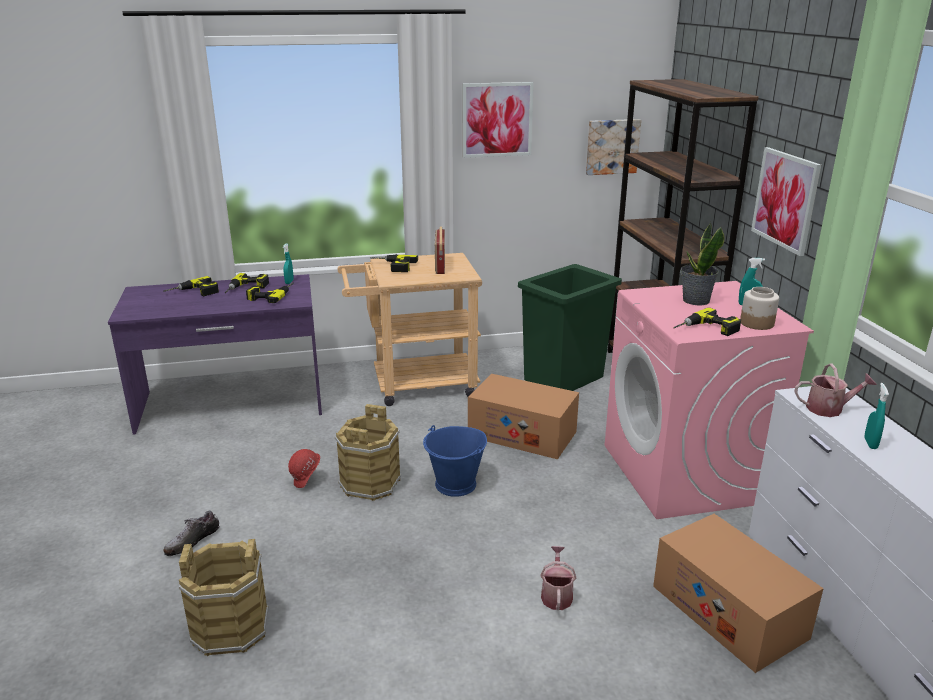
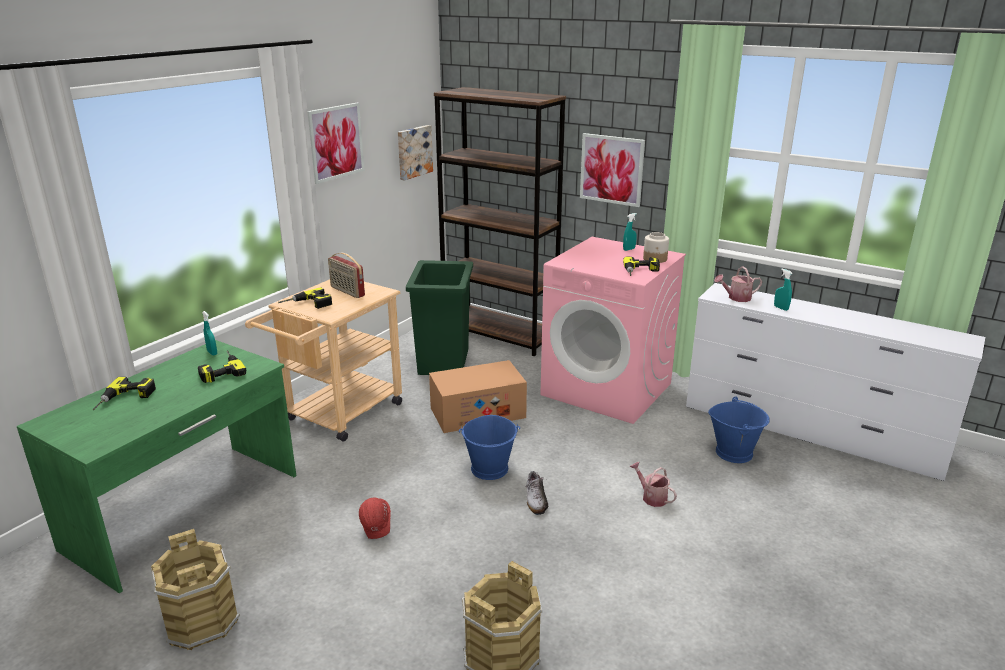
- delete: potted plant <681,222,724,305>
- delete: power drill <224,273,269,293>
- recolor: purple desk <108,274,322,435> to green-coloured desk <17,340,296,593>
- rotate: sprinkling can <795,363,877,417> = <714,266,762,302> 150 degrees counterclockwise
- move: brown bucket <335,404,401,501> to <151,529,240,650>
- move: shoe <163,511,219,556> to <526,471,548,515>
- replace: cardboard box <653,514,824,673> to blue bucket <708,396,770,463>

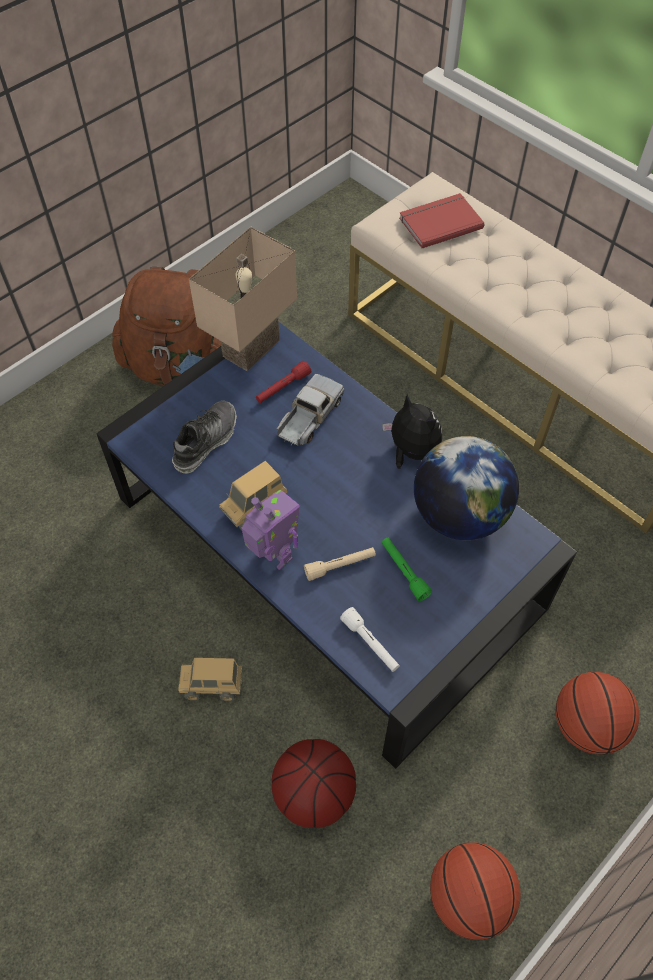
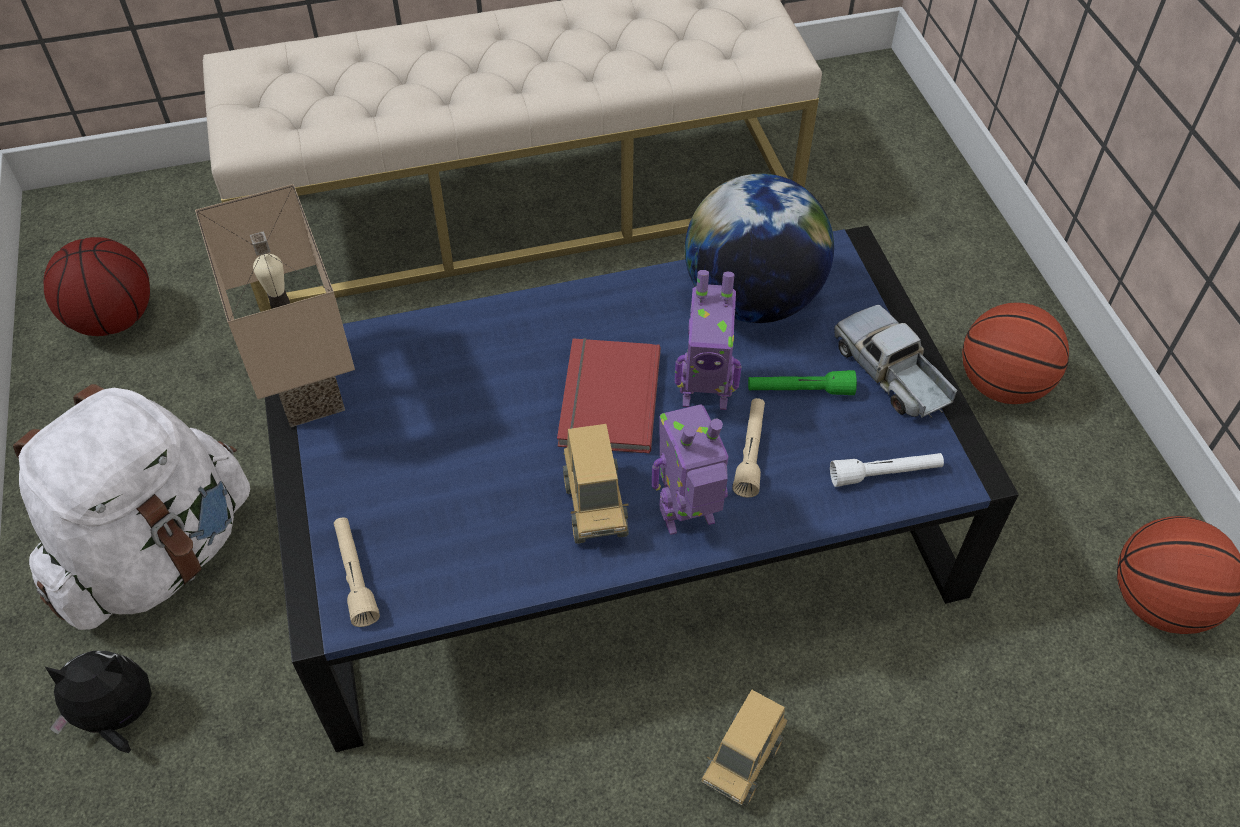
- move: reddish bound book <399,193,484,248> to <557,338,661,454>
- recolor: brown backpack <112,267,221,385> to white-coloured backpack <13,384,250,630>
- delete: reddish flashlight <256,361,311,403>
- move: toy truck <277,374,345,446> to <834,305,957,418>
- move: plush toy <382,394,442,469> to <45,651,152,753>
- delete: shoe <172,400,237,474>
- move: basketball ball <272,739,356,828> to <44,237,150,336>
- insert: robot figure <675,270,742,410>
- insert: beige-coloured flashlight <334,517,380,627>

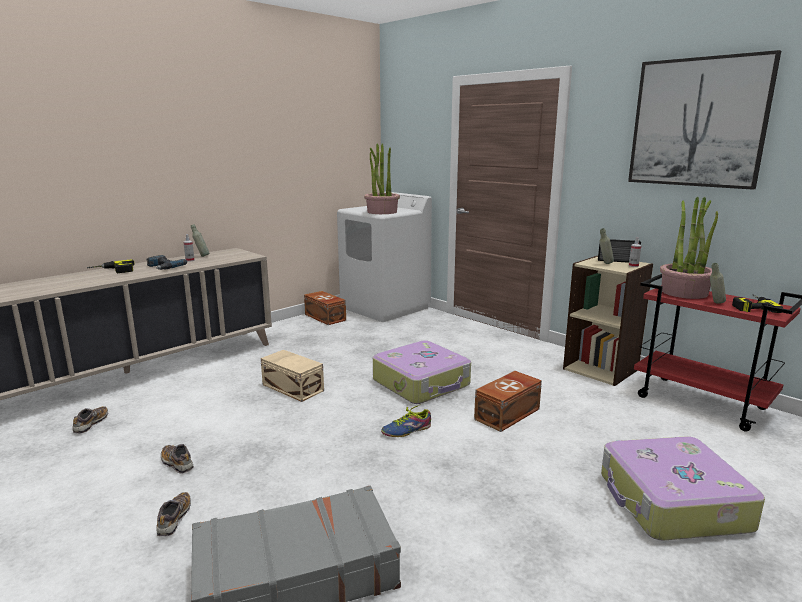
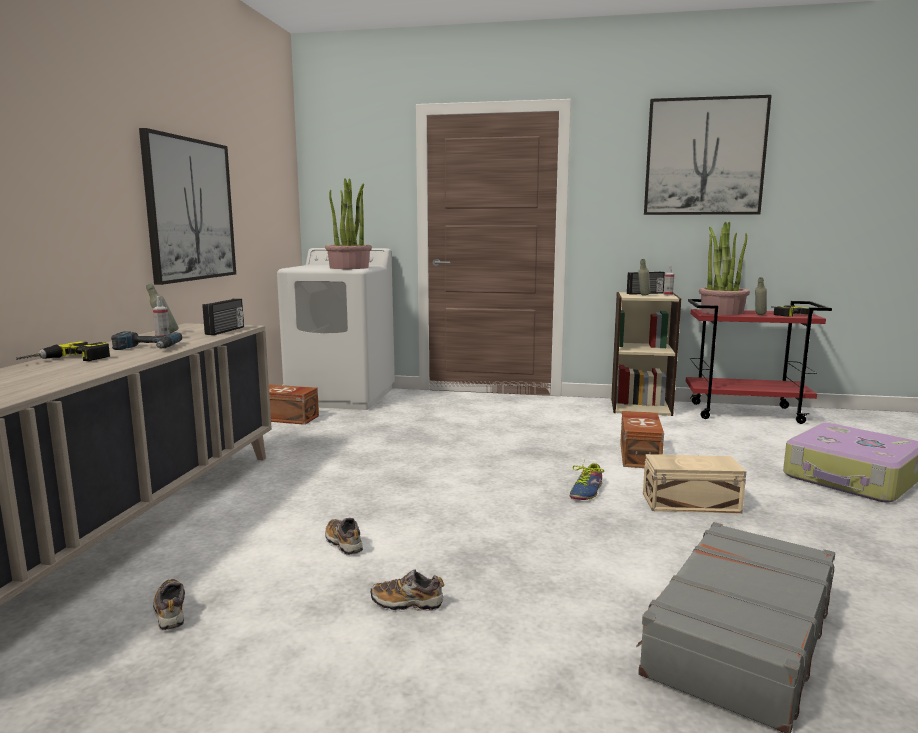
- delete: piece of luggage <373,340,471,404>
- move: beige-coloured storage container <261,350,324,402> to <643,454,746,513>
- move: shoe <156,492,191,537> to <325,518,363,556>
- insert: wall art <139,128,236,285>
- insert: radio receiver <202,299,244,335>

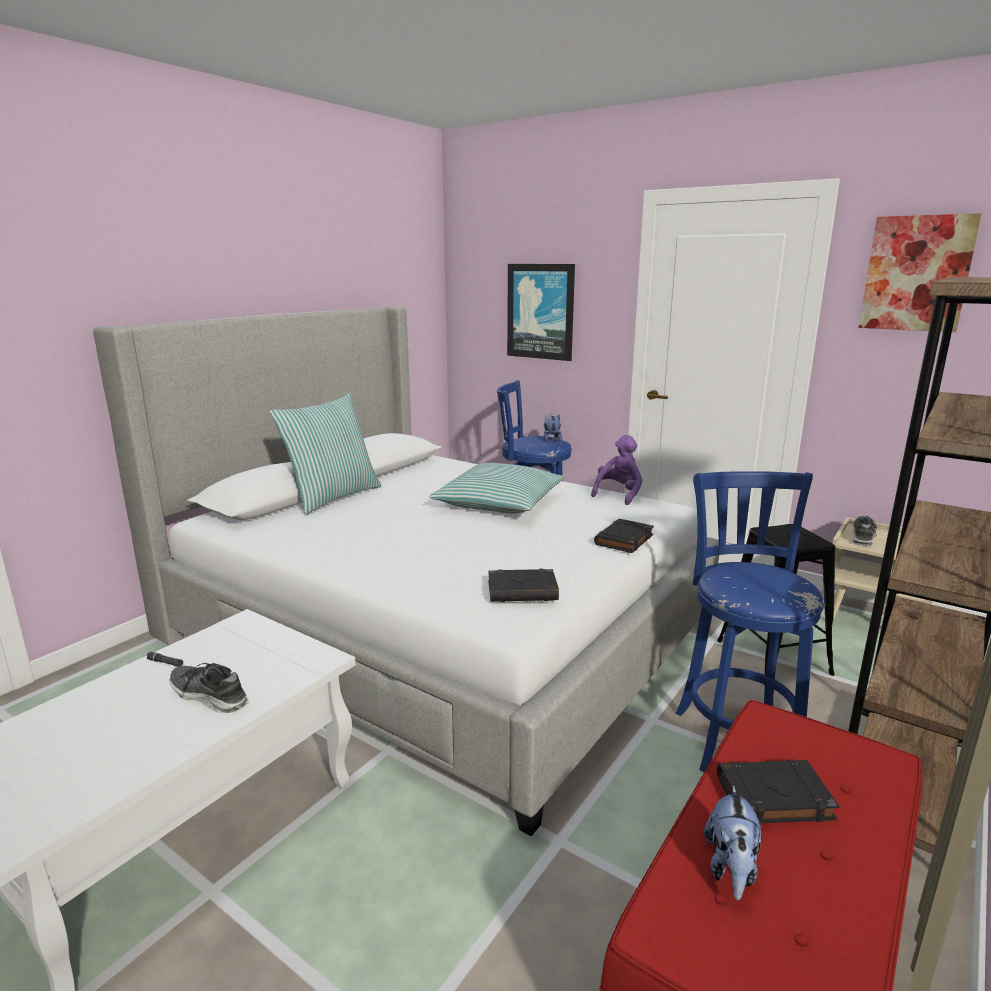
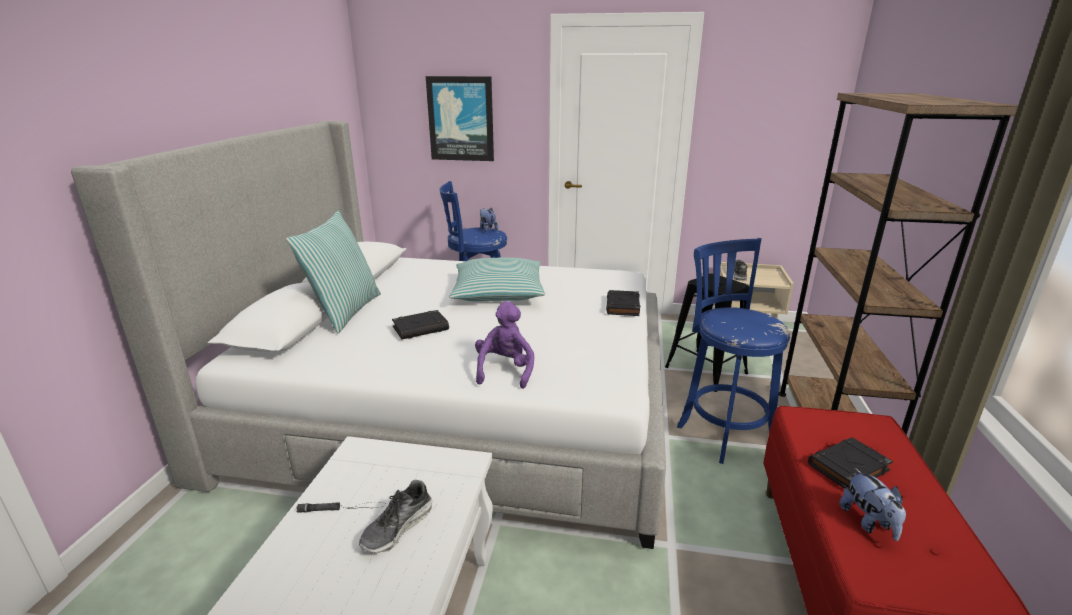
- delete: wall art <858,213,982,332>
- move: purple plush toy <591,435,642,505> to <475,301,534,389>
- move: blackish bound book <488,569,559,602> to <392,310,449,339>
- rotate: shoe <169,663,249,713> = <359,480,432,553> 60 degrees counterclockwise

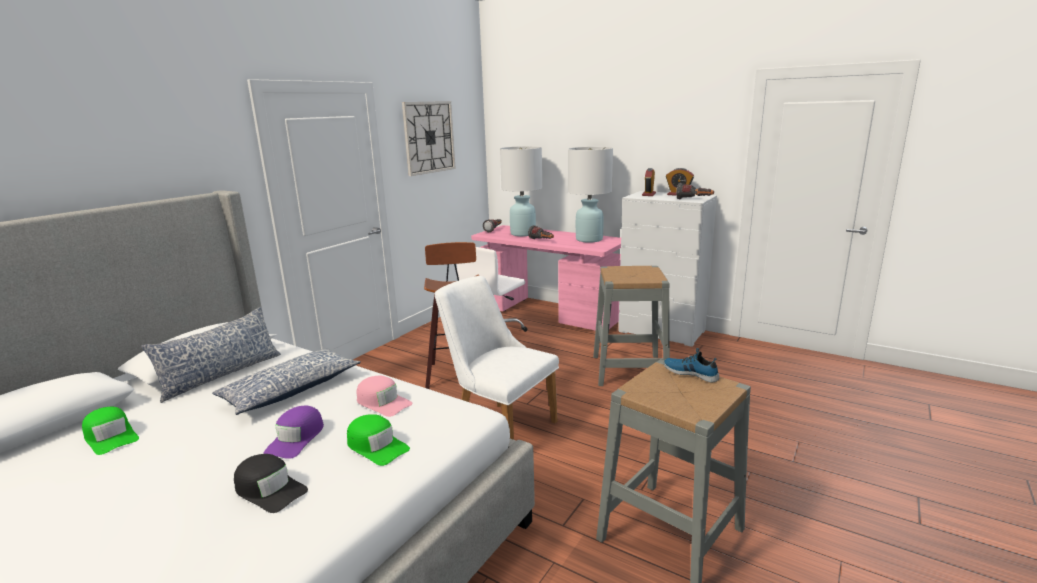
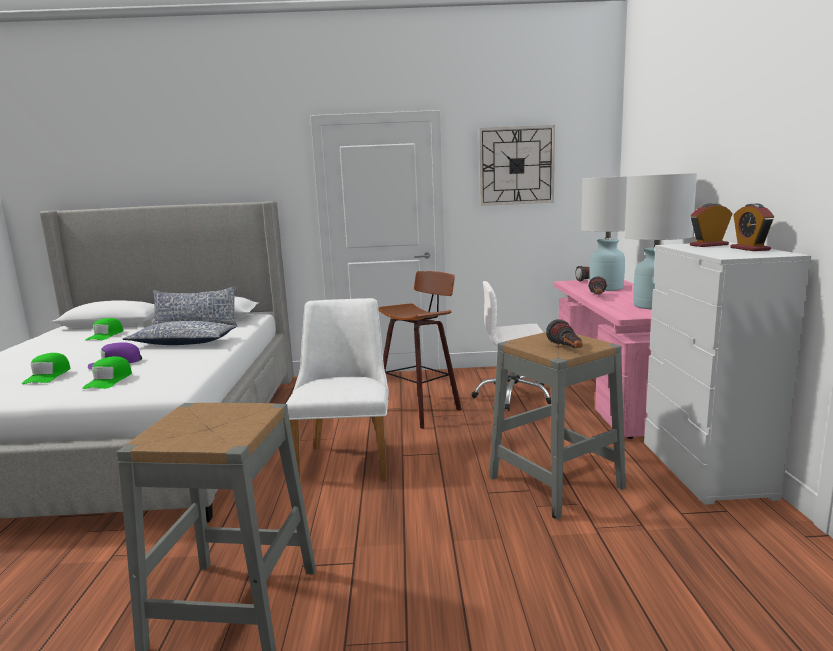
- move: flashlight <676,183,714,199> to <546,319,583,348>
- delete: shoe <664,348,719,383>
- delete: pink-coloured cap <357,376,412,417>
- recolor: blackish cap <234,454,308,513> to green-coloured cap <22,353,71,384>

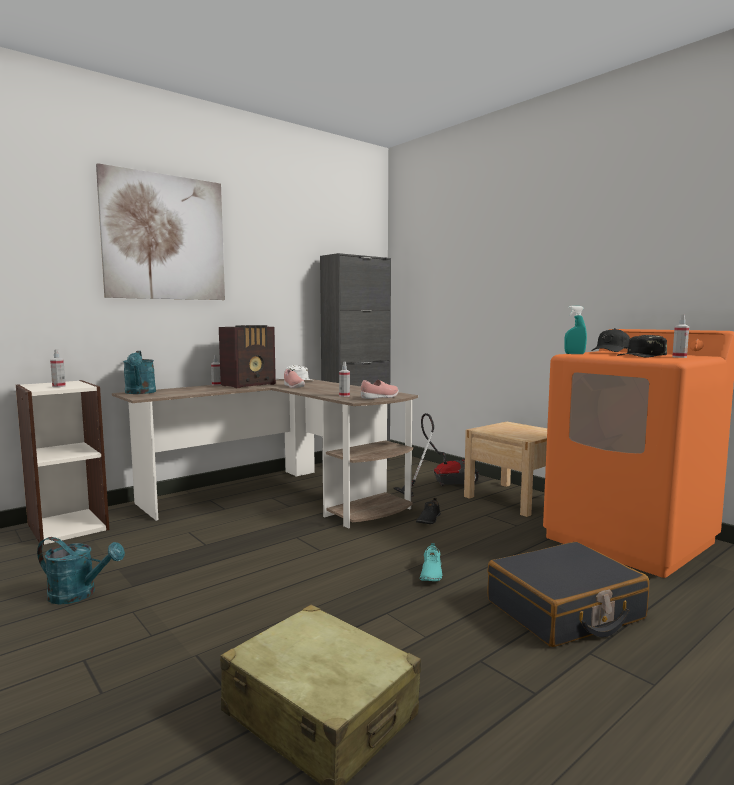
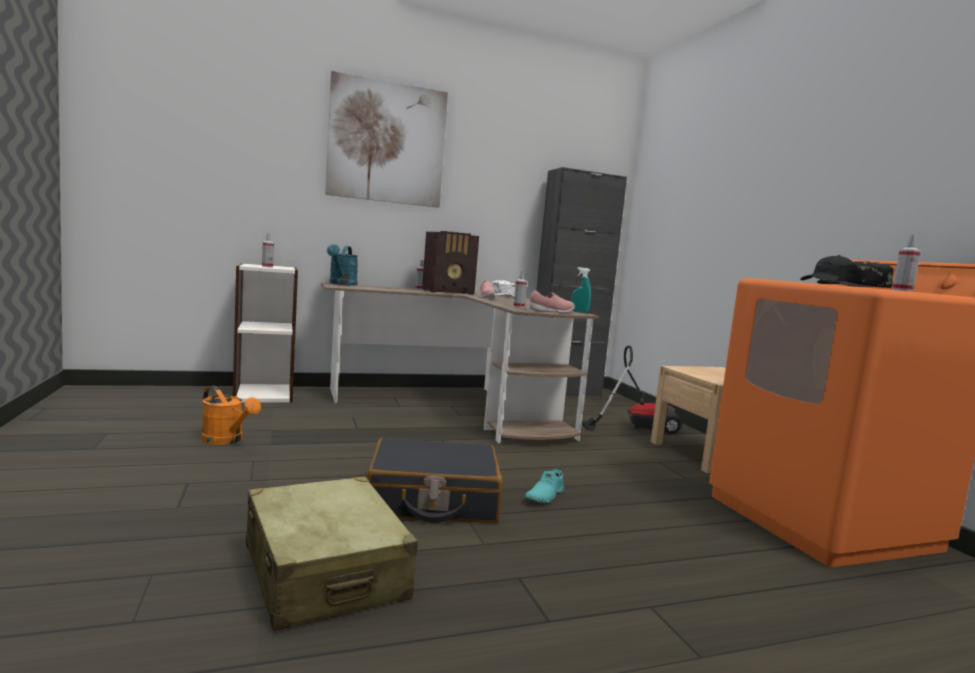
- move: blue-green spray bottle <564,306,587,354> to <571,267,591,313>
- delete: blackish shoe <416,498,441,524>
- recolor: blue-green sprinkling can <37,537,125,604> to orange sprinkling can <201,386,261,445>
- move: blackish piece of luggage <487,542,649,647> to <367,438,503,523>

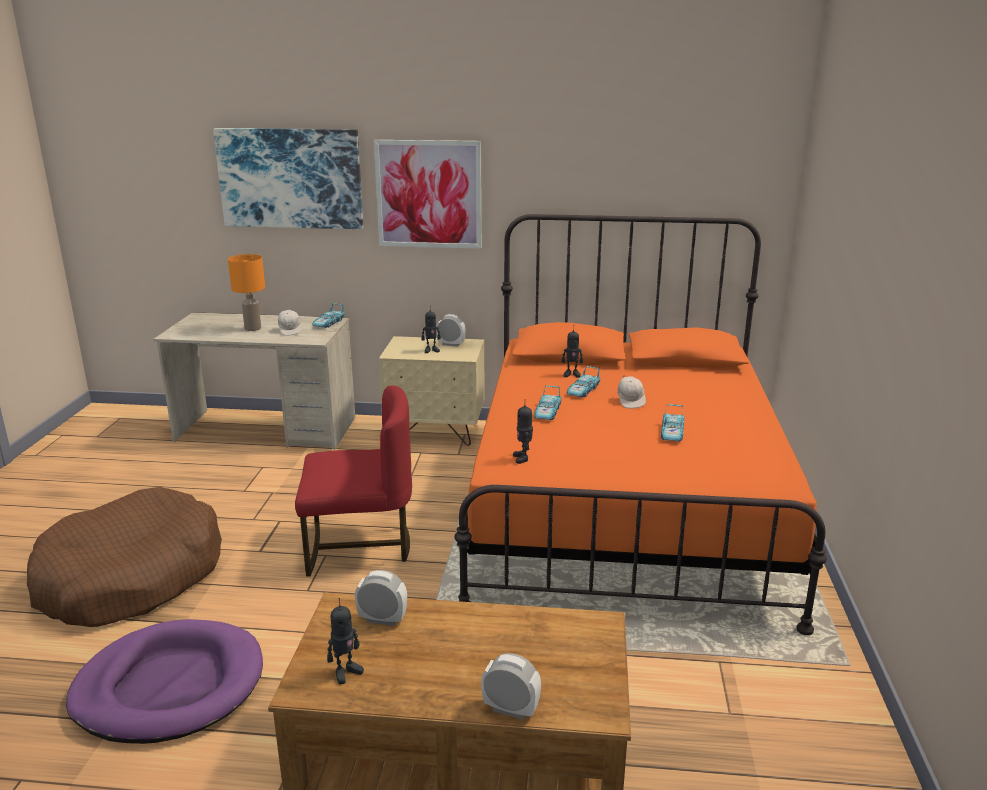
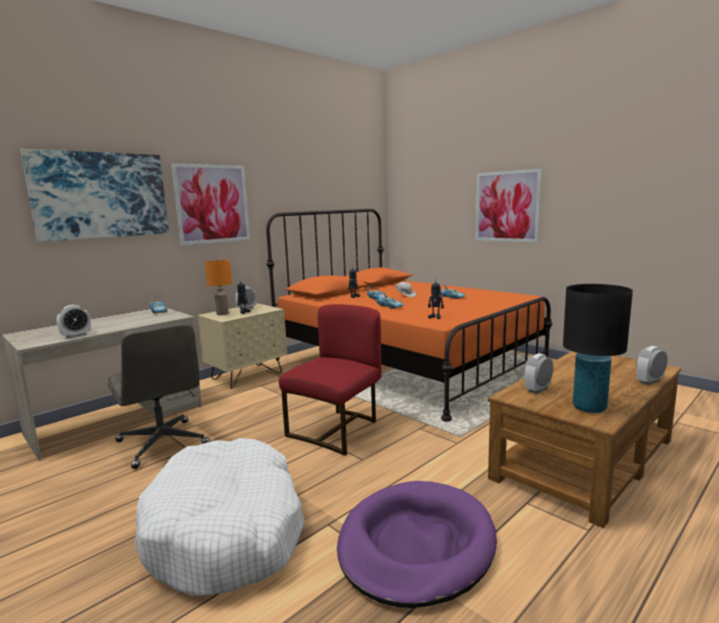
- move: orange table lamp <228,254,265,331> to <205,260,232,315>
- delete: white-coloured cap <278,310,302,336>
- recolor: brown dog bed <27,487,222,627> to white-coloured dog bed <135,438,305,596>
- replace: robot figure <327,598,364,684> to blackish table lamp <563,284,633,413>
- insert: wall art <475,169,542,243>
- insert: alarm clock <56,305,91,338>
- insert: gray desk chair <108,322,210,469>

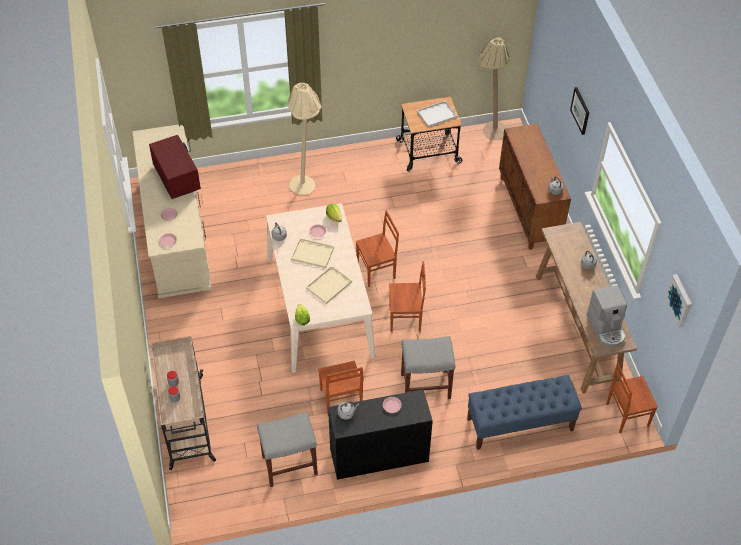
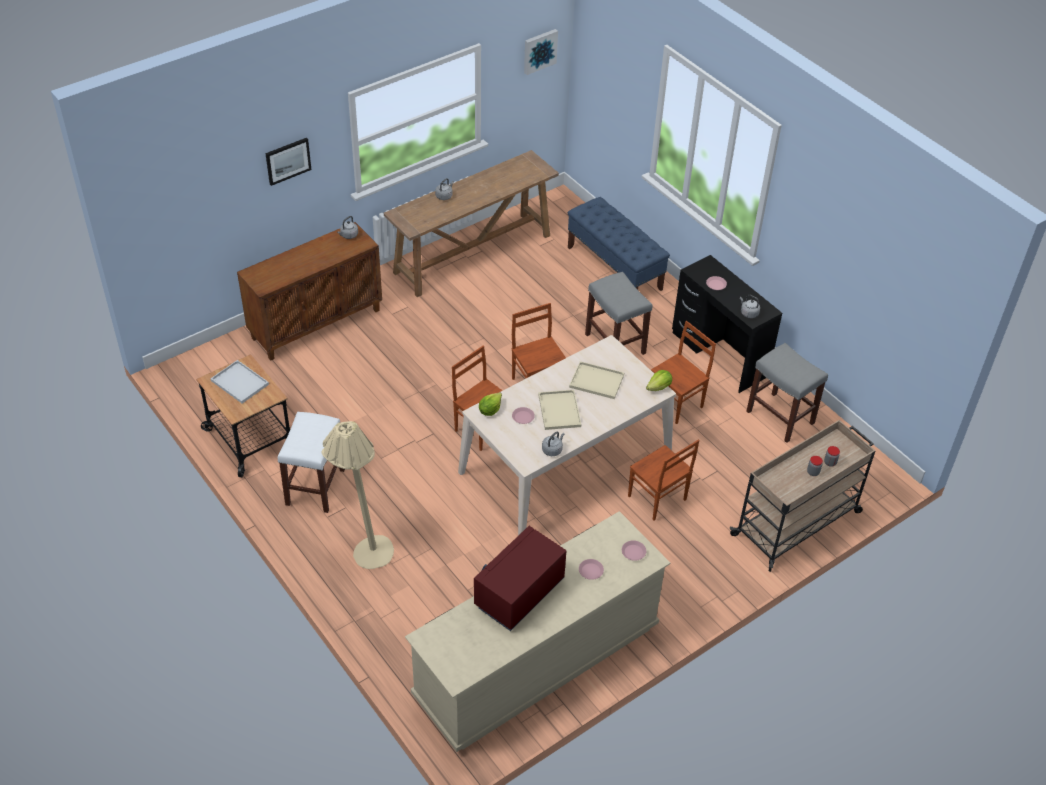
- delete: beige-coloured standing lamp <478,37,510,140>
- delete: coffee maker <587,285,627,347>
- move: brown chair <606,362,658,433> to <628,440,699,521>
- insert: white-coloured stool <278,412,345,513>

